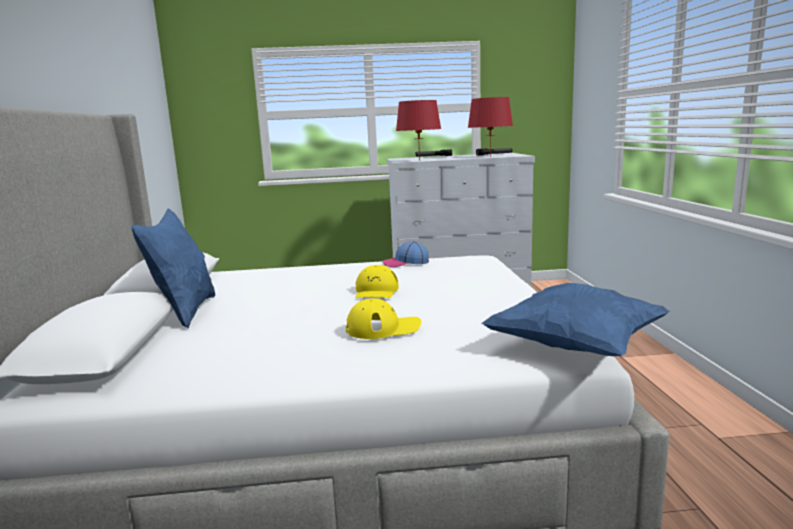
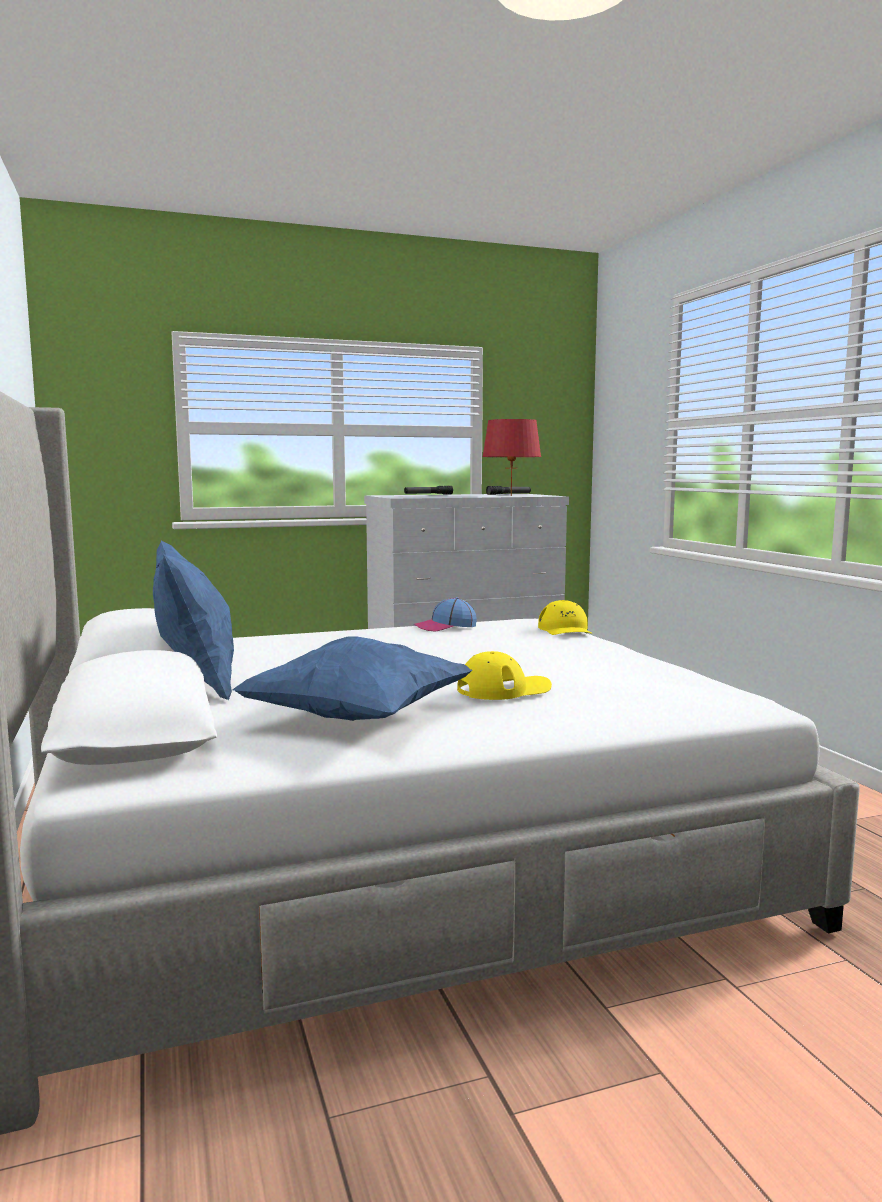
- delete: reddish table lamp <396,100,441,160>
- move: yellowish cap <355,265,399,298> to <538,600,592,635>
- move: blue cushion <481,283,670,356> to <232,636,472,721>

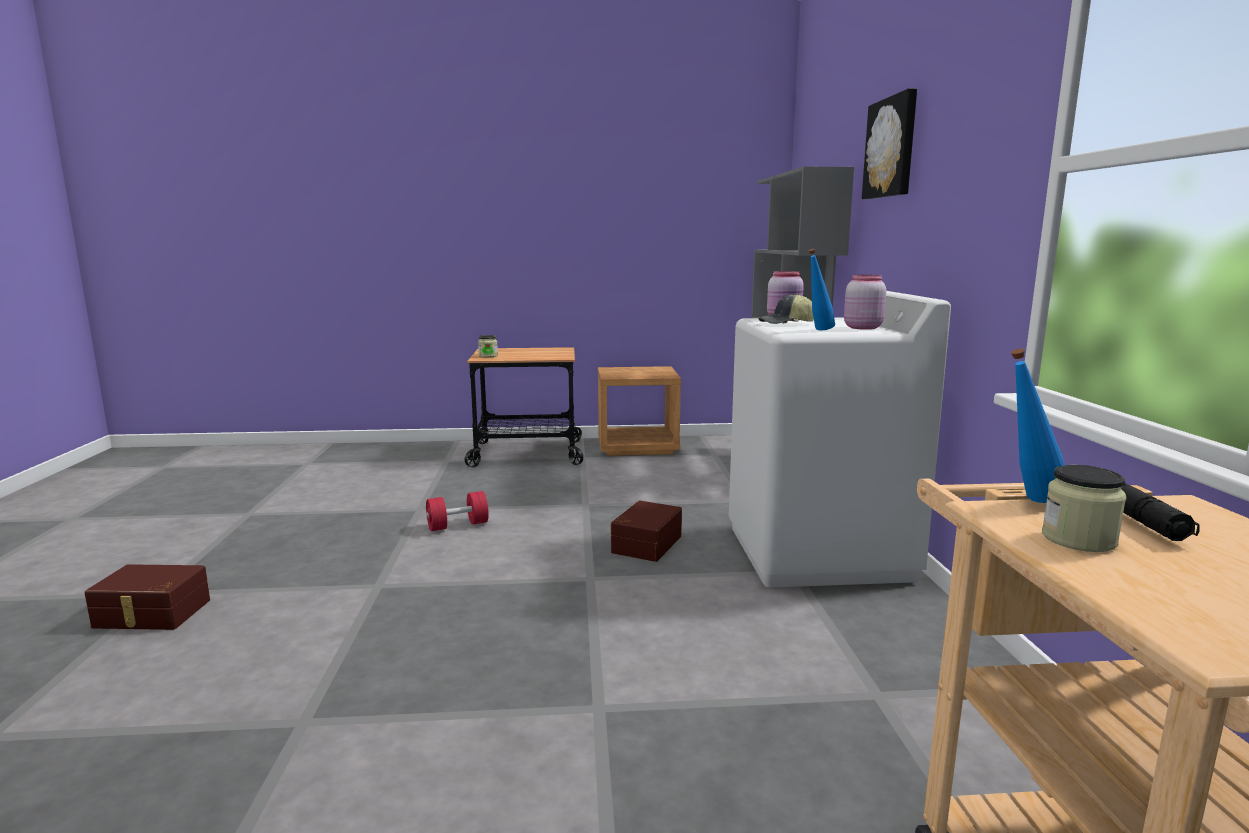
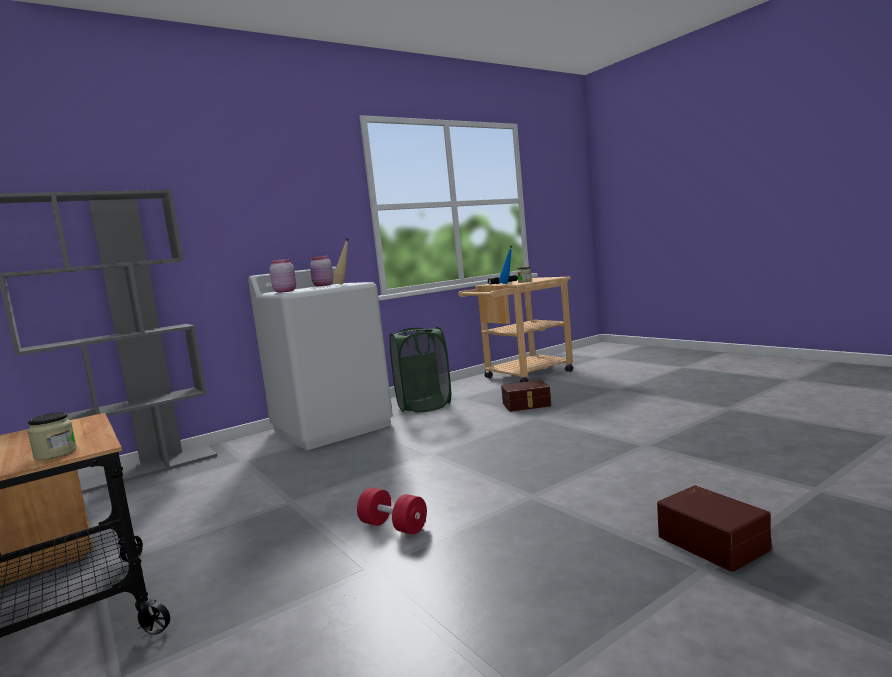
- delete: wall art <862,88,917,199>
- recolor: blue drink bottle <809,249,835,330> to beige-coloured drink bottle <333,238,349,284>
- delete: cap <759,294,814,324>
- move: brown storage container <611,500,682,562> to <501,380,551,412>
- insert: green-coloured laundry basket <389,327,451,413>

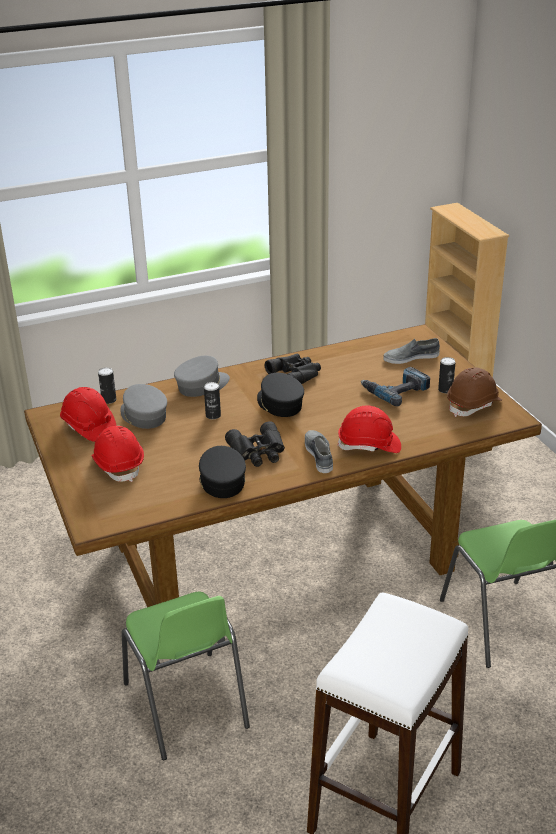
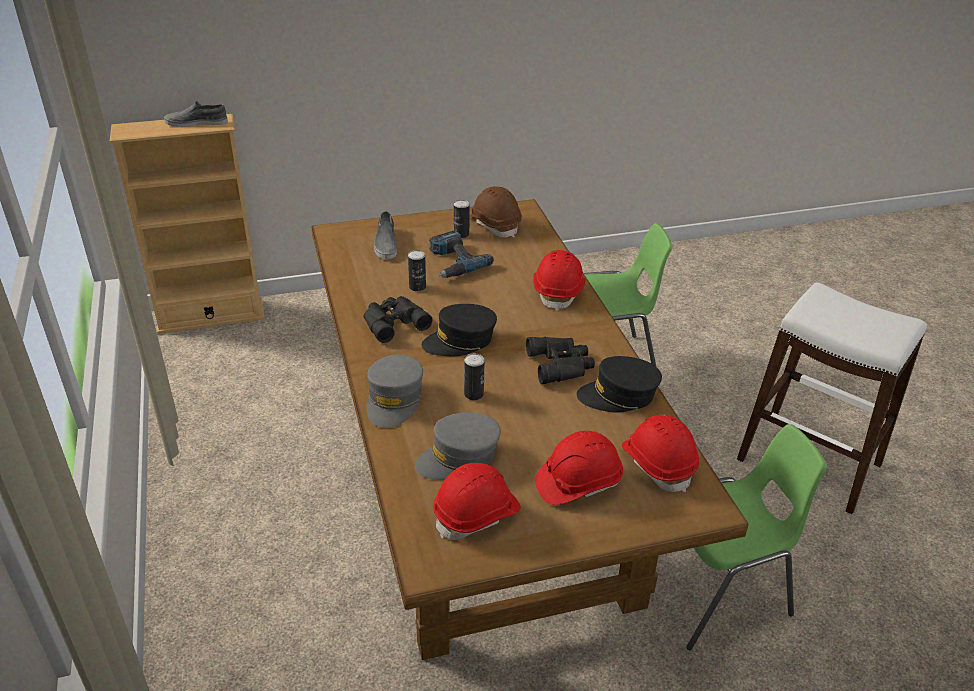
- rotate: gray cap <174,356,230,397> = <366,354,423,428> 135 degrees counterclockwise
- move: sealed can <98,367,116,404> to <408,250,426,291>
- move: gray shoe <305,430,333,473> to <164,101,228,127>
- insert: reddish hard hat <622,415,699,492>

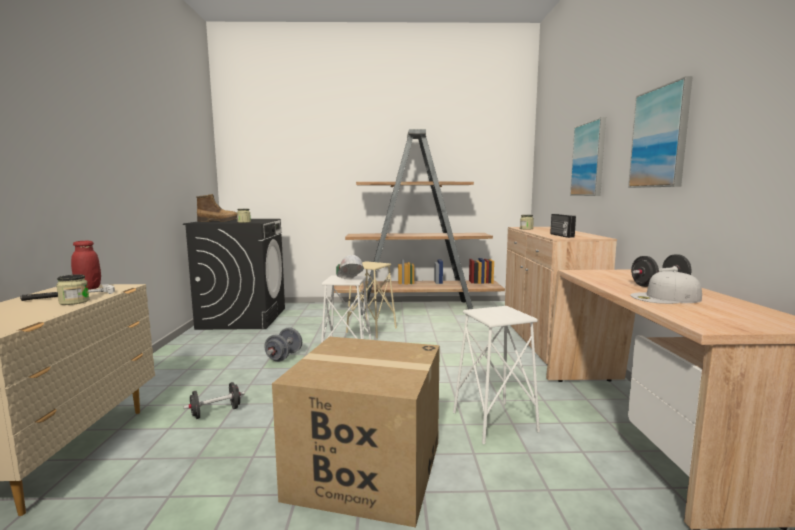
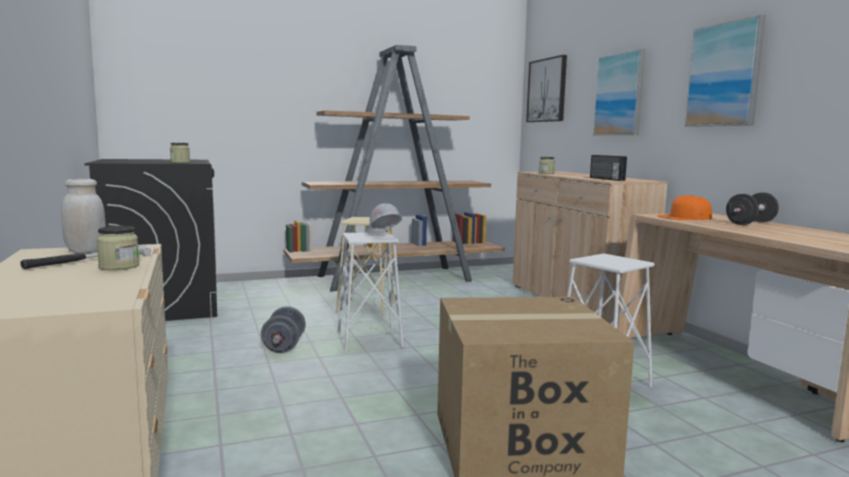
- delete: boot <196,194,237,222>
- recolor: reddish preserve jar <71,241,101,290> to white-coloured preserve jar <61,179,106,253>
- delete: white-coloured cap <630,271,702,304>
- delete: blackish hand weight <184,382,245,419>
- insert: wall art <526,55,567,122>
- insert: orange cap <657,195,712,220>

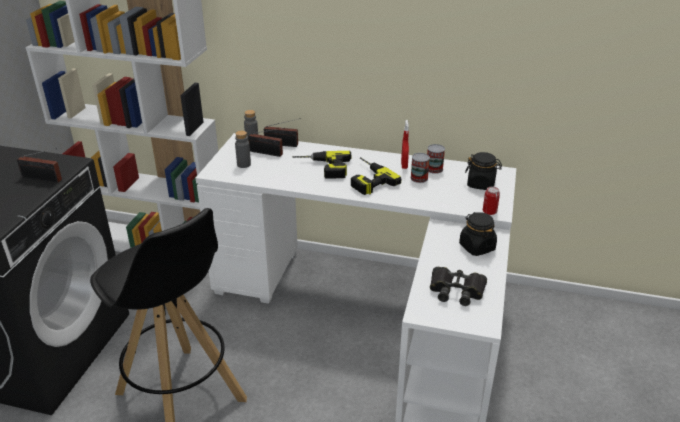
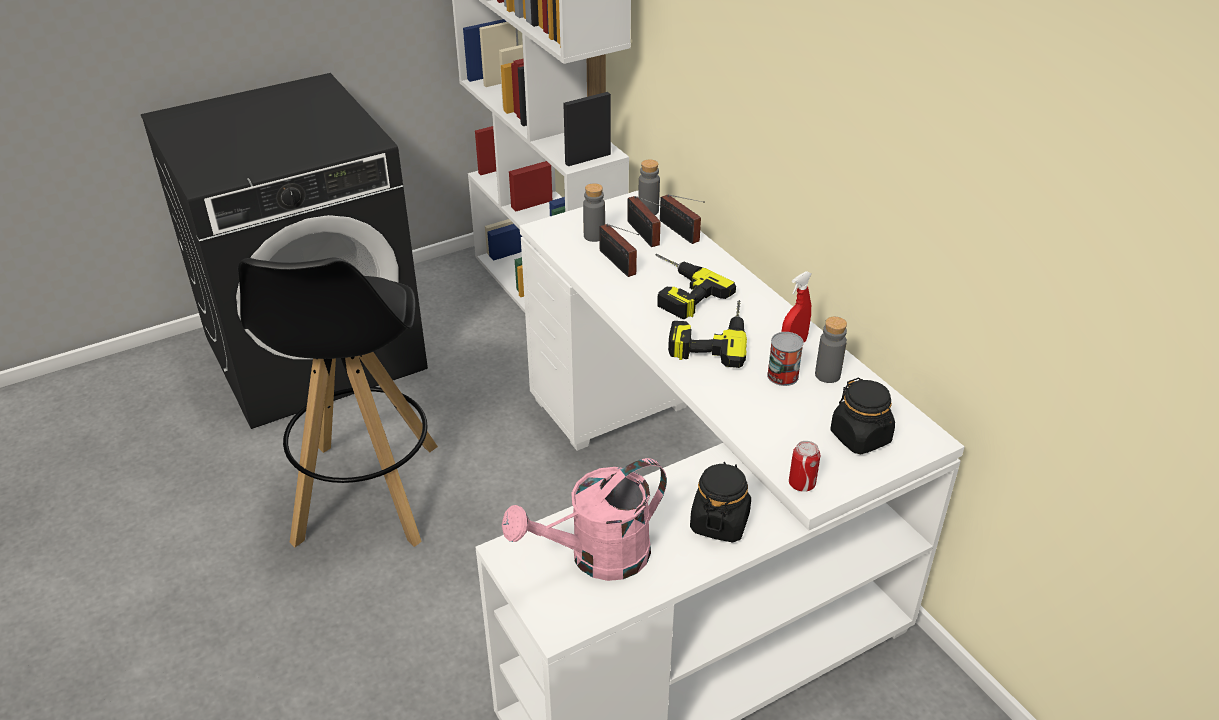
- replace: sealed can <427,144,445,174> to gray drink bottle <815,317,847,383>
- move: radio receiver <17,148,62,183> to <599,224,639,277>
- replace: blackish binoculars <430,267,487,306> to pink-coloured sprinkling can <502,458,667,581>

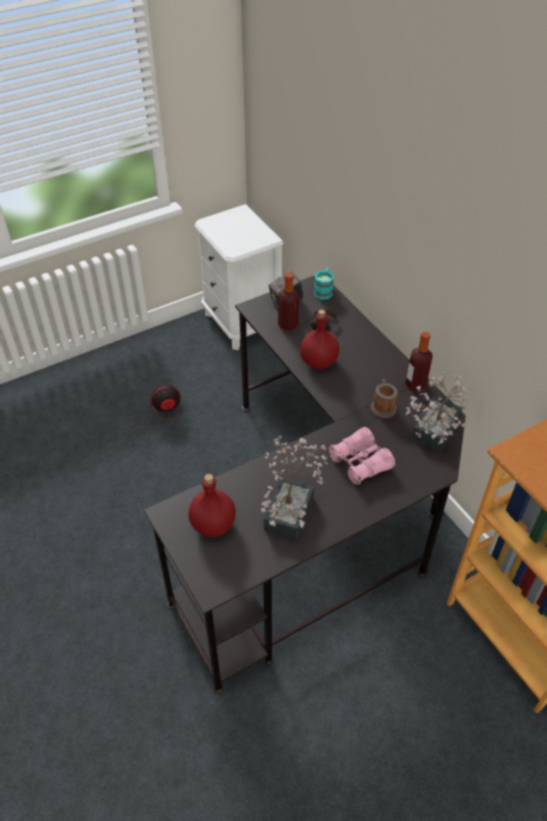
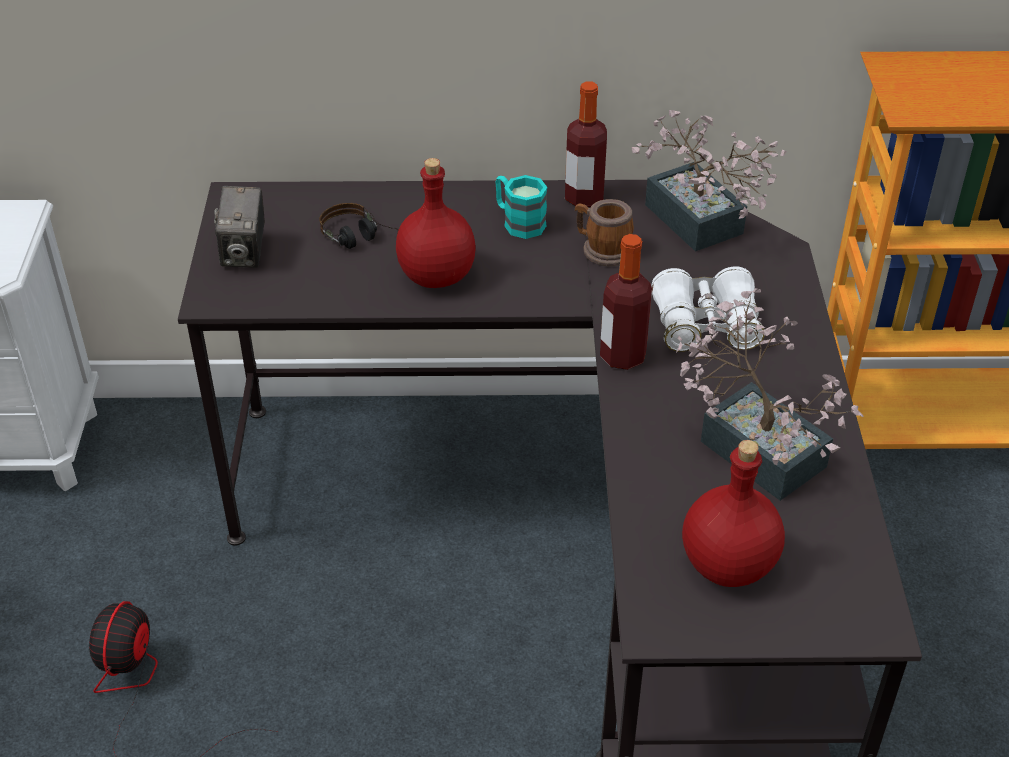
- move: blue-green tea mug <314,268,334,300> to <495,175,547,239>
- move: drink bottle <278,272,299,331> to <600,234,652,370>
- recolor: pink-coloured binoculars <328,427,395,485> to white-coloured binoculars <651,266,765,352>

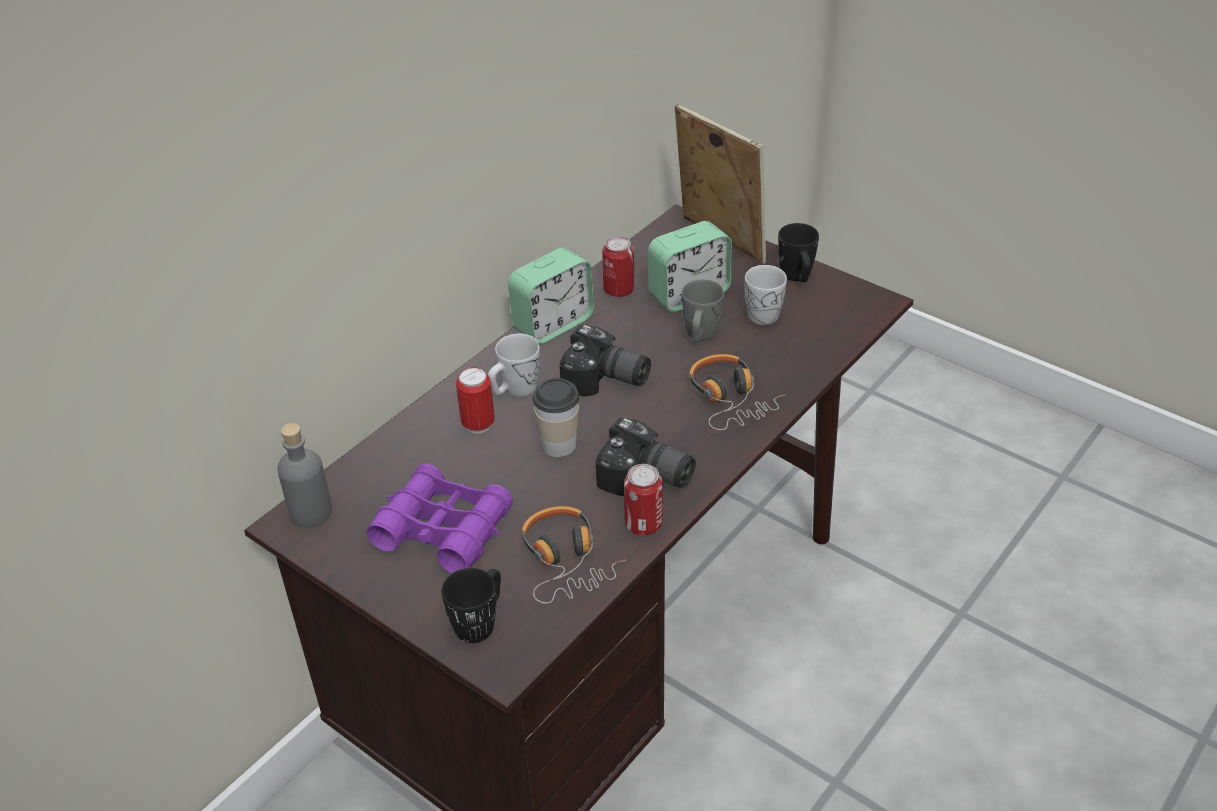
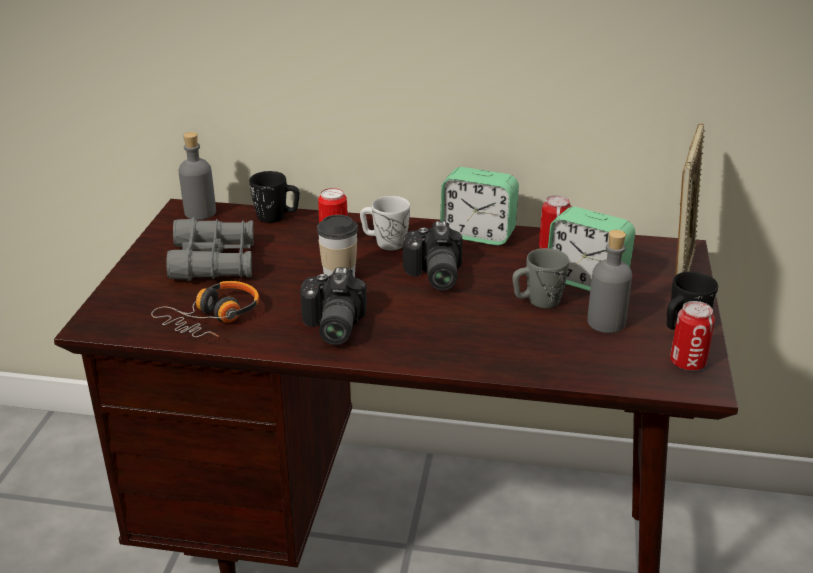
- replace: white-coloured tea mug <745,265,787,325> to gray drink bottle <587,230,632,333>
- delete: headset <689,354,785,430>
- recolor: purple binoculars <367,463,513,573> to gray binoculars <166,217,254,281>
- move: sealed can <624,464,663,535> to <670,301,715,371>
- move: blackish tea mug <442,568,501,643> to <250,171,300,223>

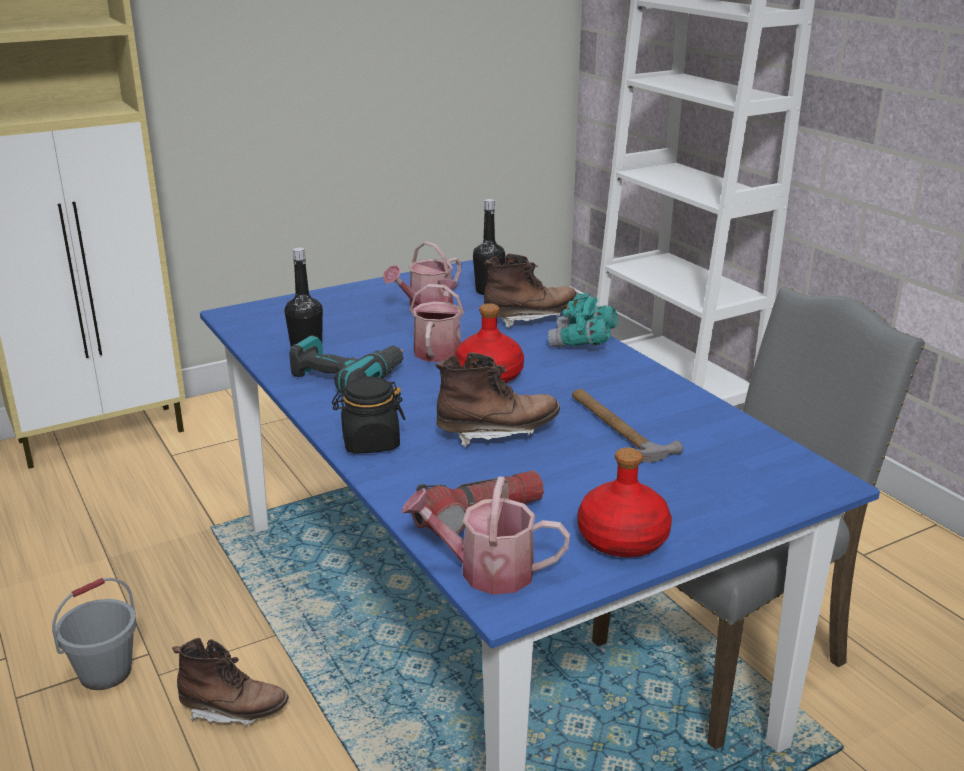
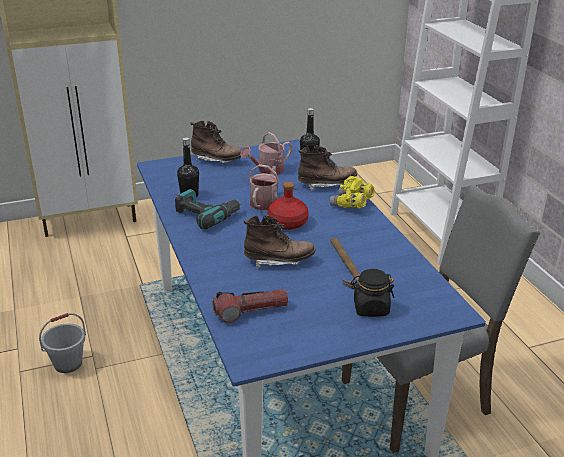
- recolor: blue-green binoculars <548,293,618,347> to yellowish binoculars <330,176,375,208>
- move: blackish preserve jar <332,376,405,453> to <350,269,394,317>
- delete: reddish drink bottle <578,447,672,557>
- delete: sprinkling can <402,476,570,595>
- move: brown boot <172,638,289,726> to <190,121,242,163>

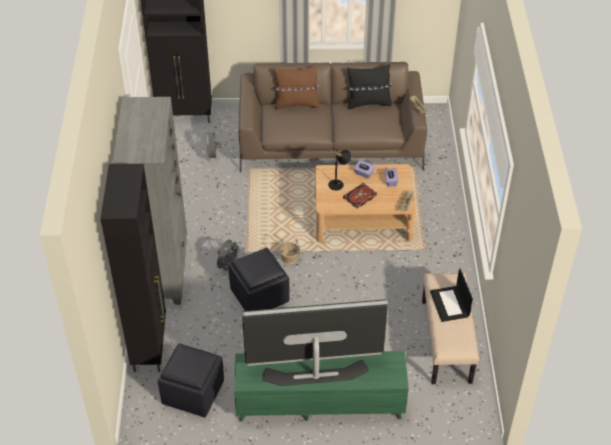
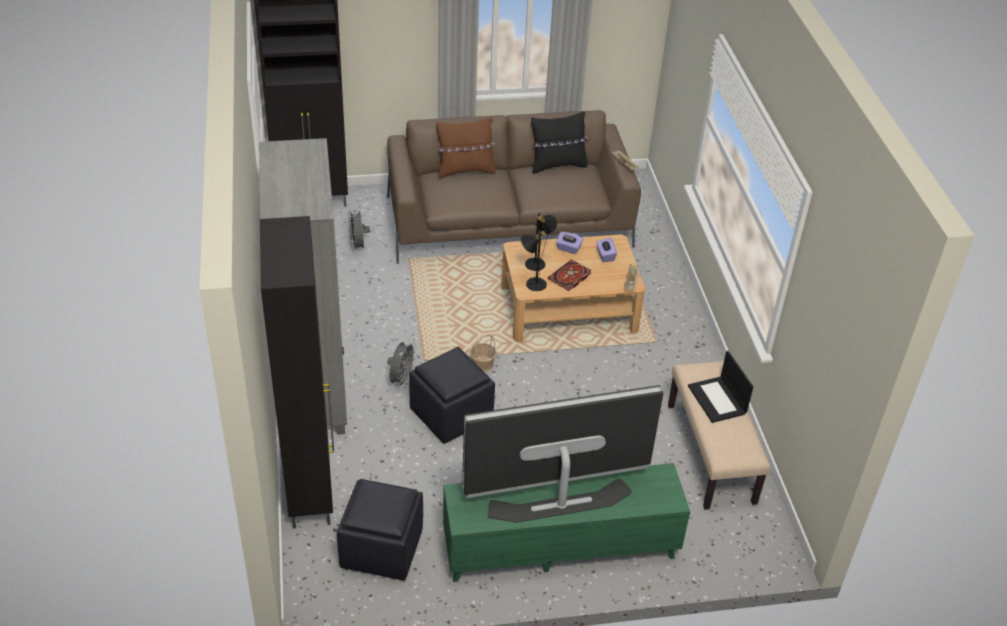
- insert: blackish table lamp <521,231,548,291>

